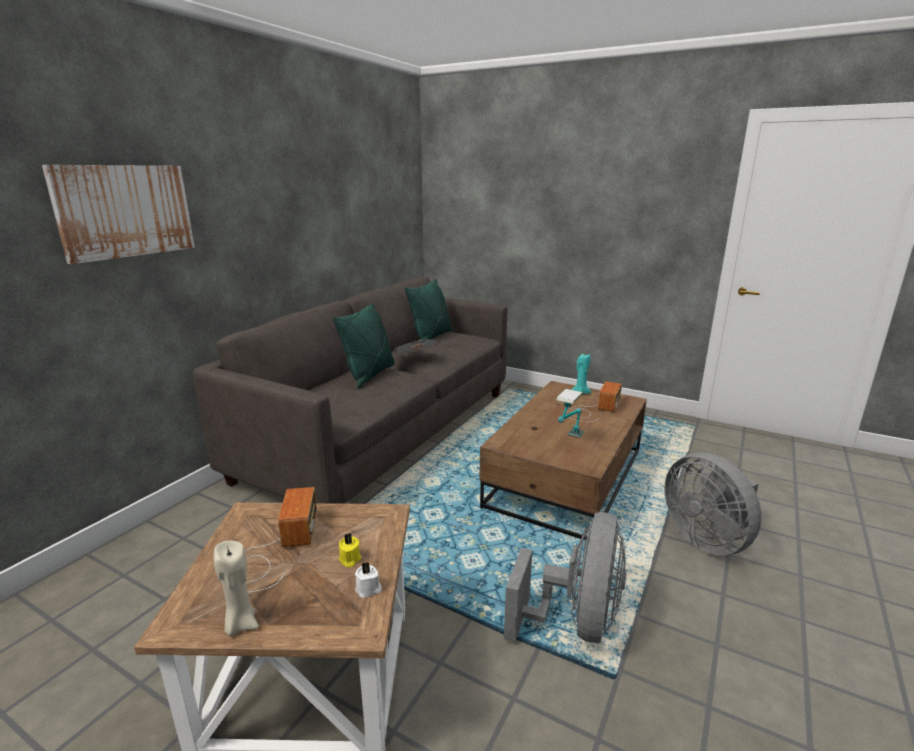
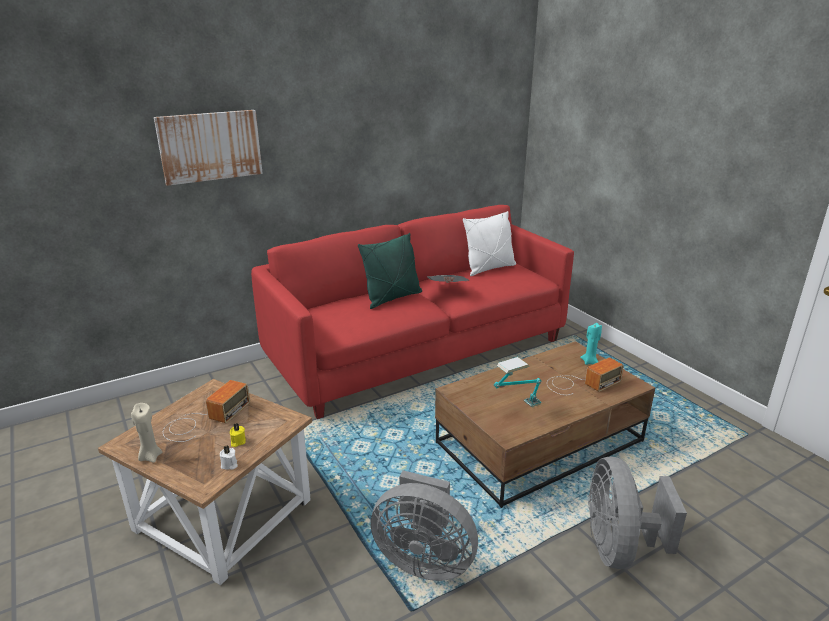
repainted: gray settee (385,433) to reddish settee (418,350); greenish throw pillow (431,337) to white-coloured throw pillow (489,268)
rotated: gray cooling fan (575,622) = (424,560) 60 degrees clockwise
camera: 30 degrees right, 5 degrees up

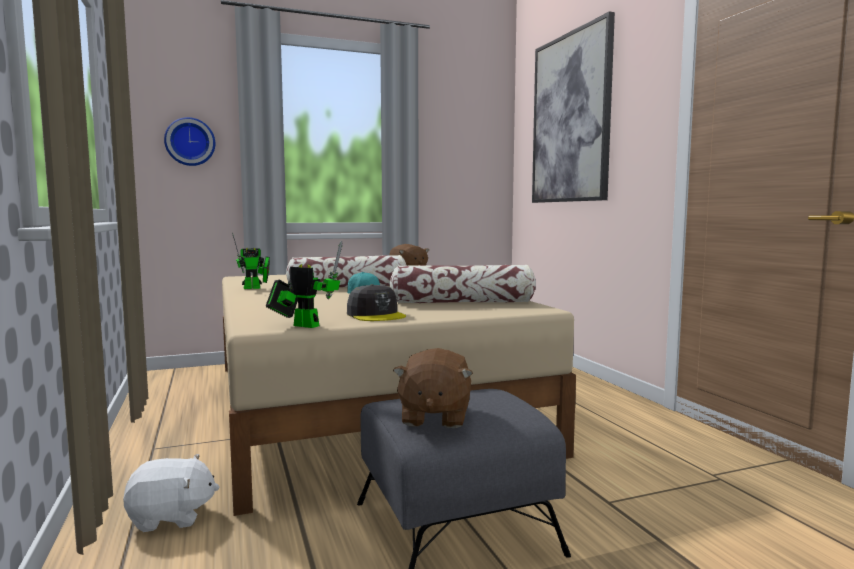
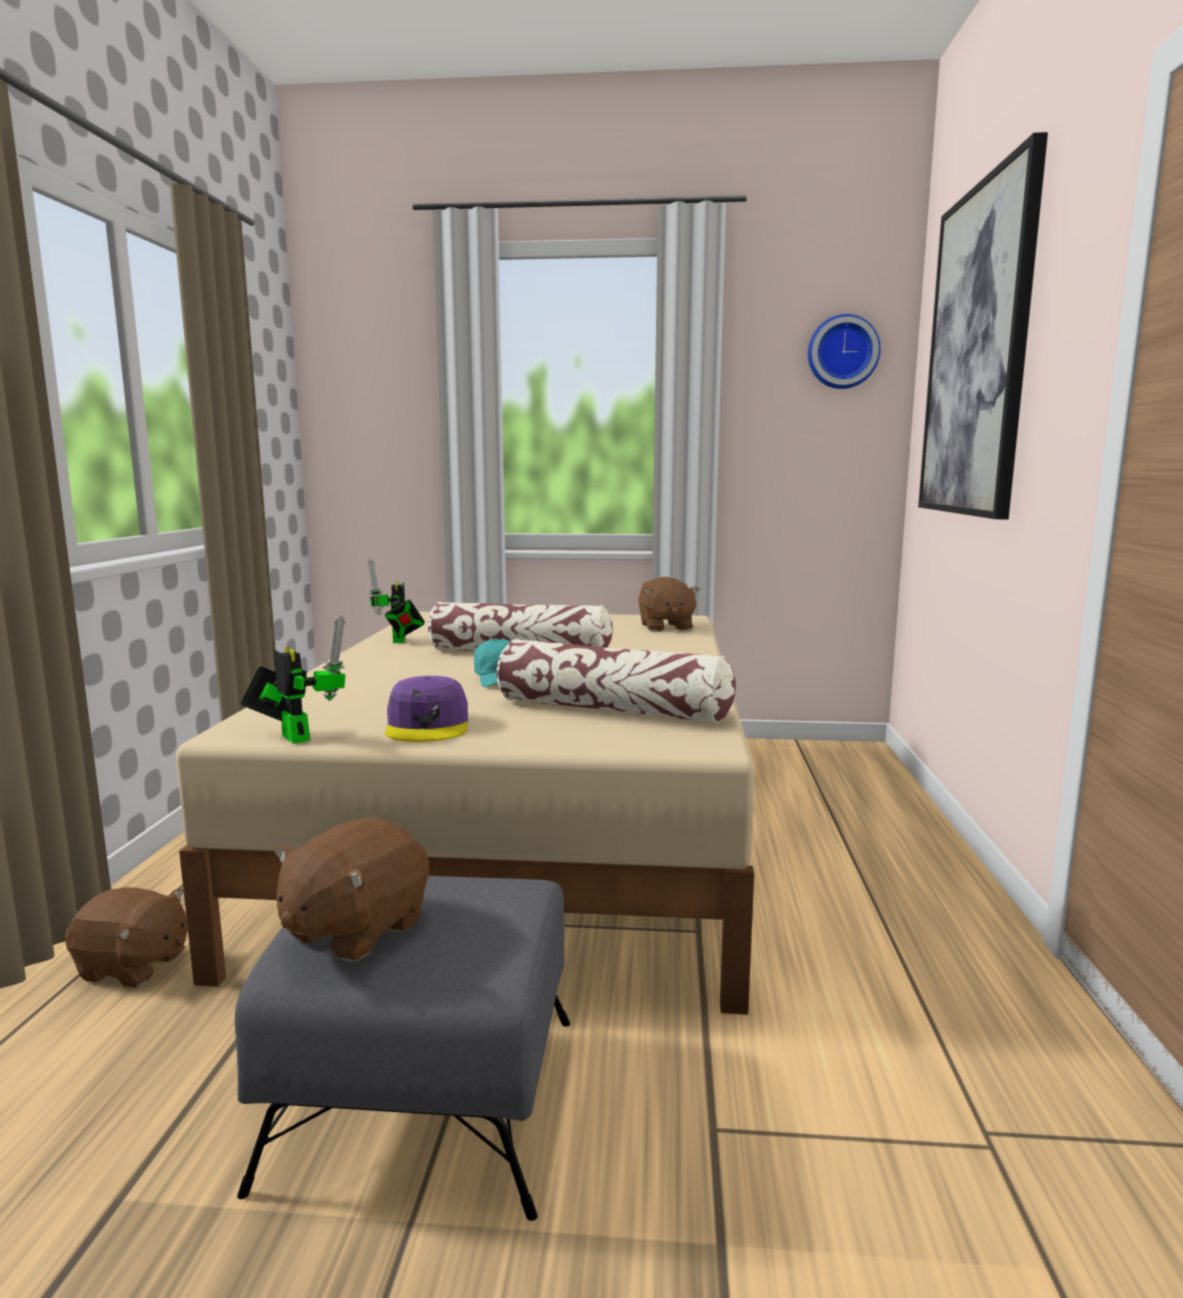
shifted: hanging clock (190,142) to (842,352)
repainted: white-coloured plush toy (171,517) to brownish plush toy (133,967); gray peaked cap (376,315) to purplish peaked cap (428,725)
rotated: toy robot (255,288) = (399,641) 75 degrees clockwise
camera: 25 degrees right, 5 degrees up

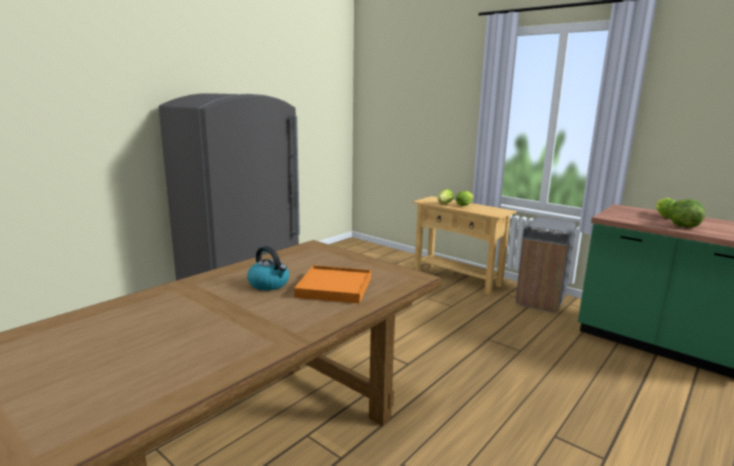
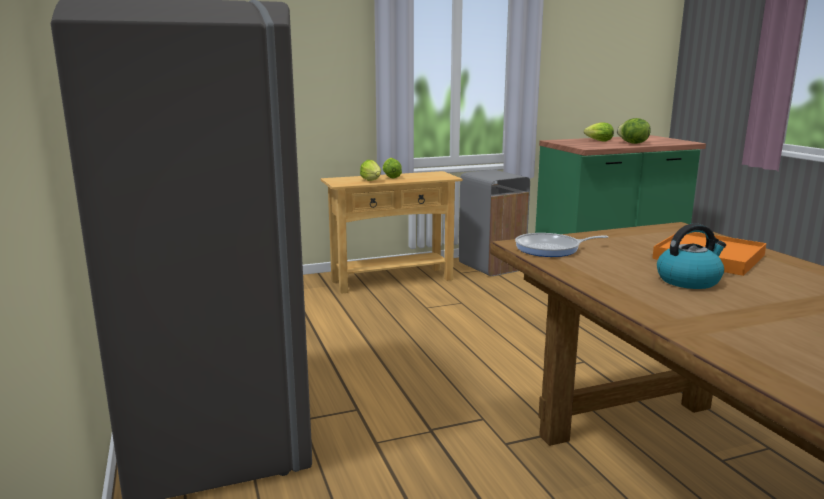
new: skillet (551,249)
camera: 60 degrees left, 0 degrees up

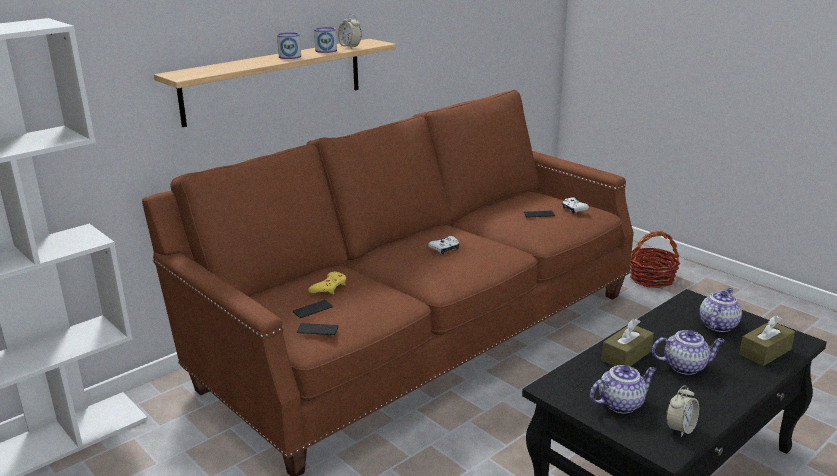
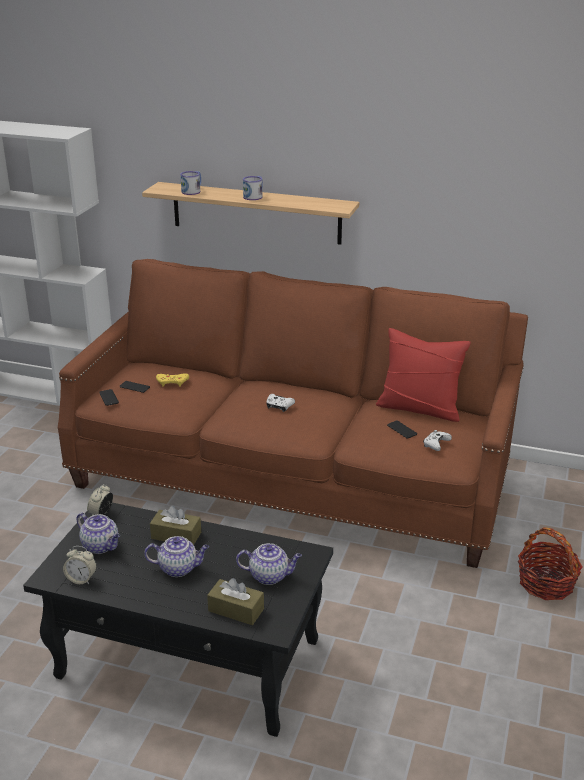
new: reddish throw pillow (419,408)
shifted: coffee mug (324,50) to (193,191); alarm clock (350,47) to (101,514)
rotated: tea pot (685,366) = (179,568) 60 degrees counterclockwise
camera: 60 degrees right, 5 degrees up

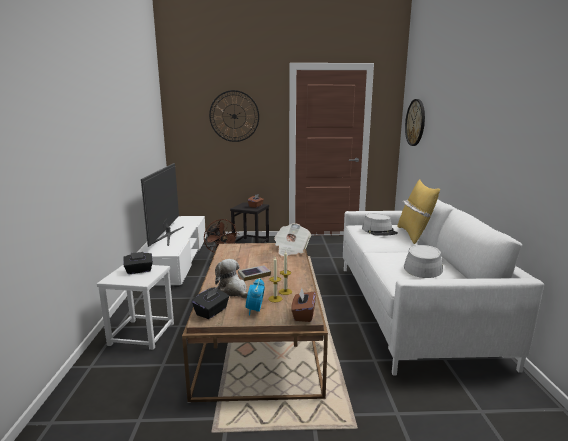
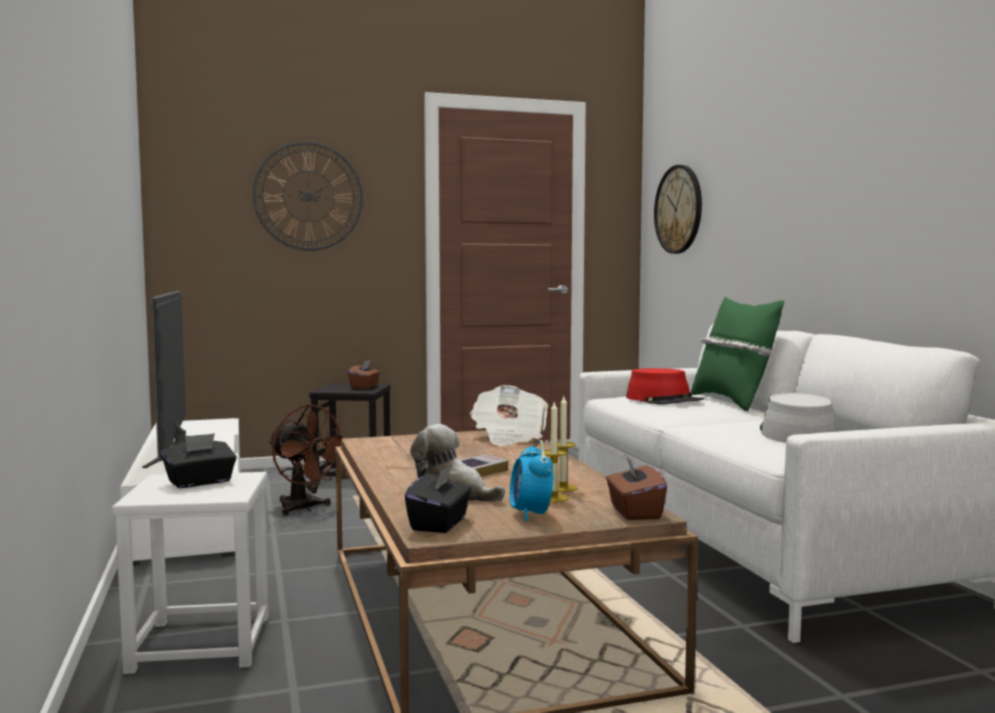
repainted: gray hat (379,231) to reddish hat (664,400); yellow throw pillow (414,235) to greenish throw pillow (733,401)
camera: 15 degrees left, 10 degrees down

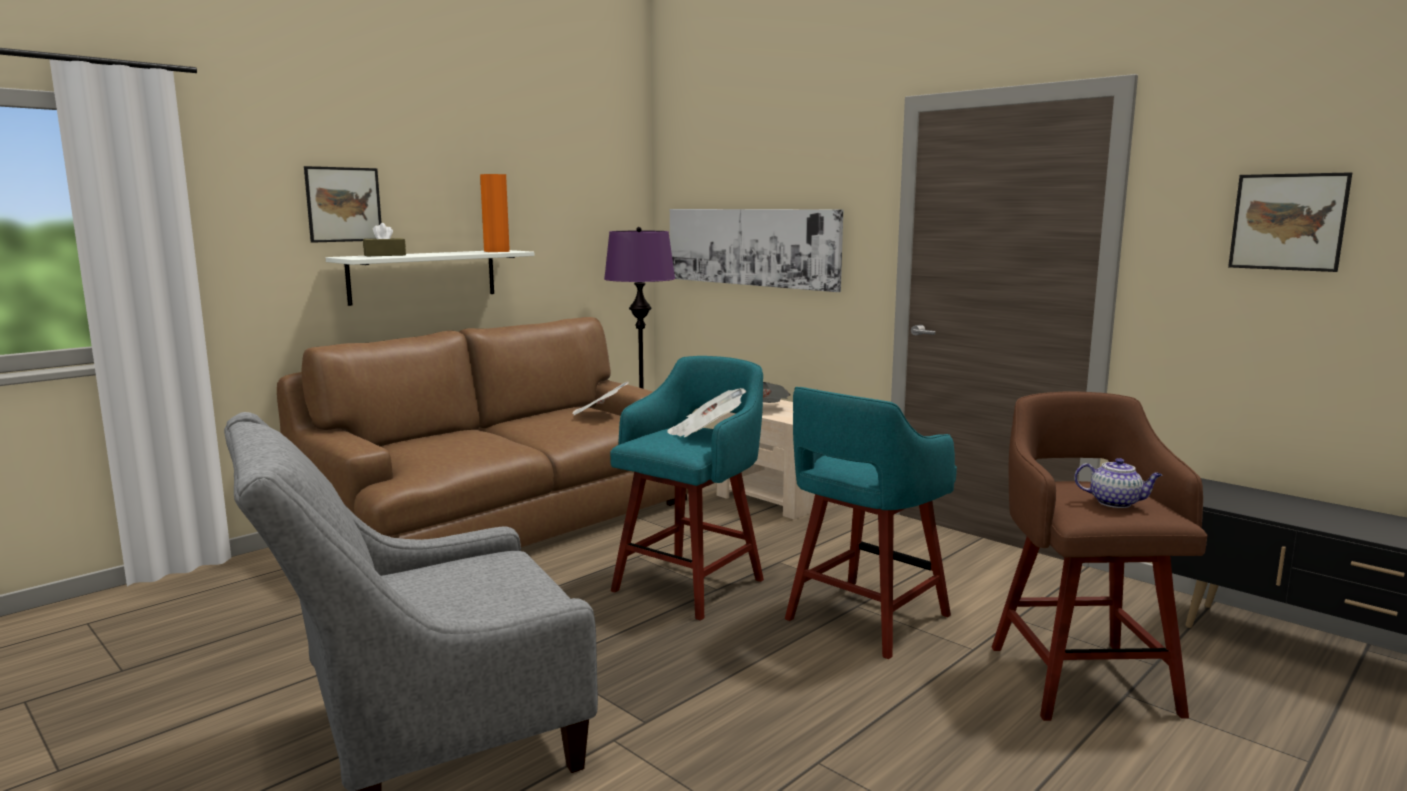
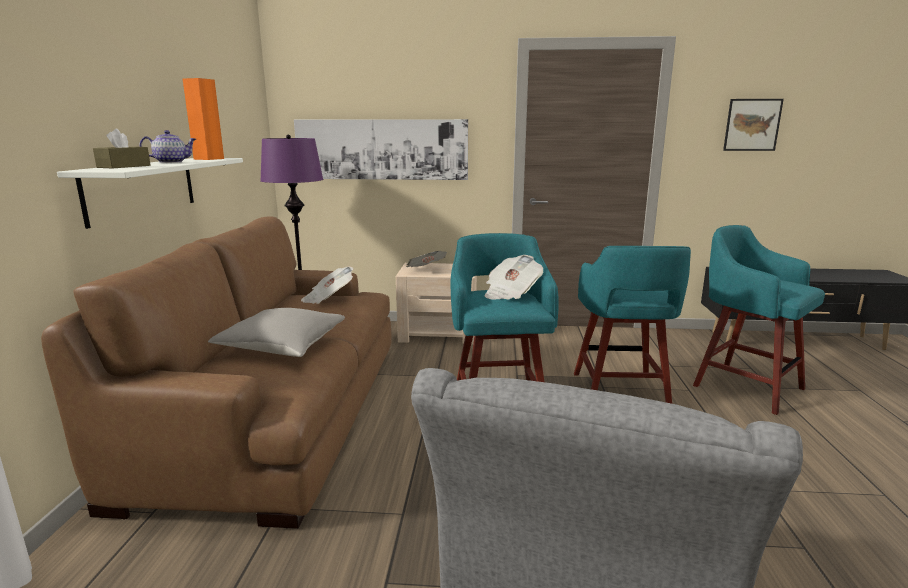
gone: wall art (343,204)
new: gray throw pillow (282,346)
shifted: tea pot (1116,503) to (172,162)
repainted: brownish stool seat (1080,677) to turquoise-coloured stool seat (744,386)
camera: 40 degrees left, 5 degrees up

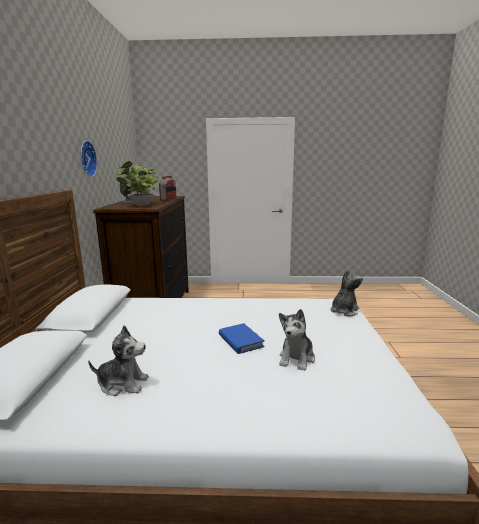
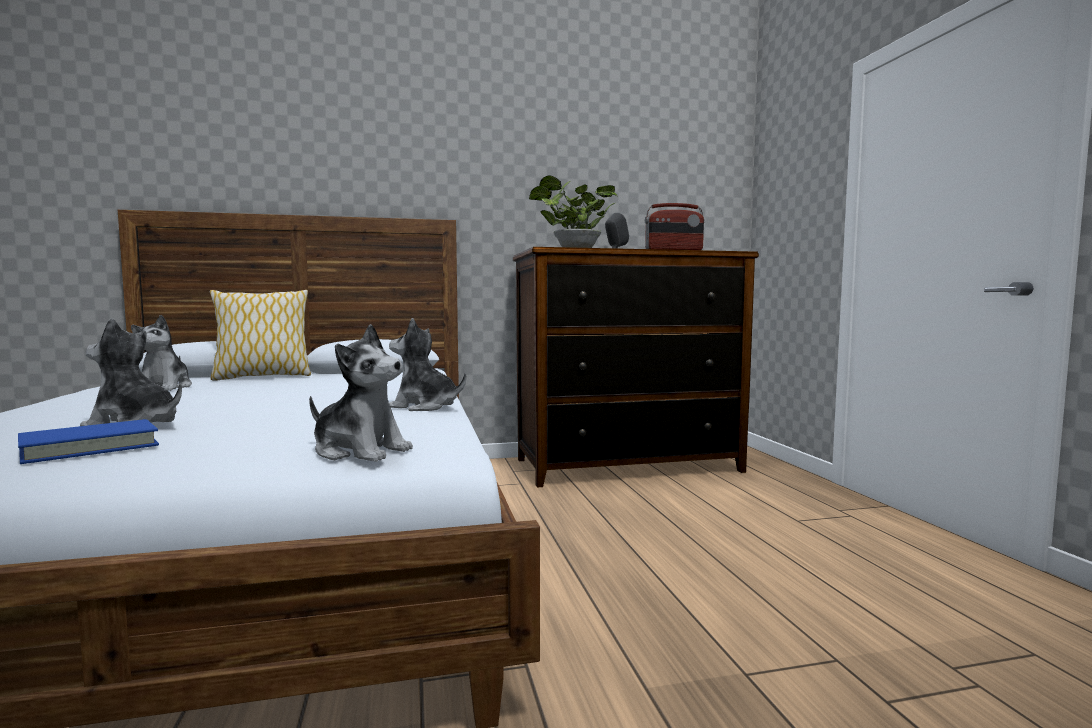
gone: hanging clock (86,159)
new: throw pillow (262,377); plush toy (424,407)
shifted: blue-coloured volume (240,341) to (90,447)
camera: 75 degrees right, 10 degrees down

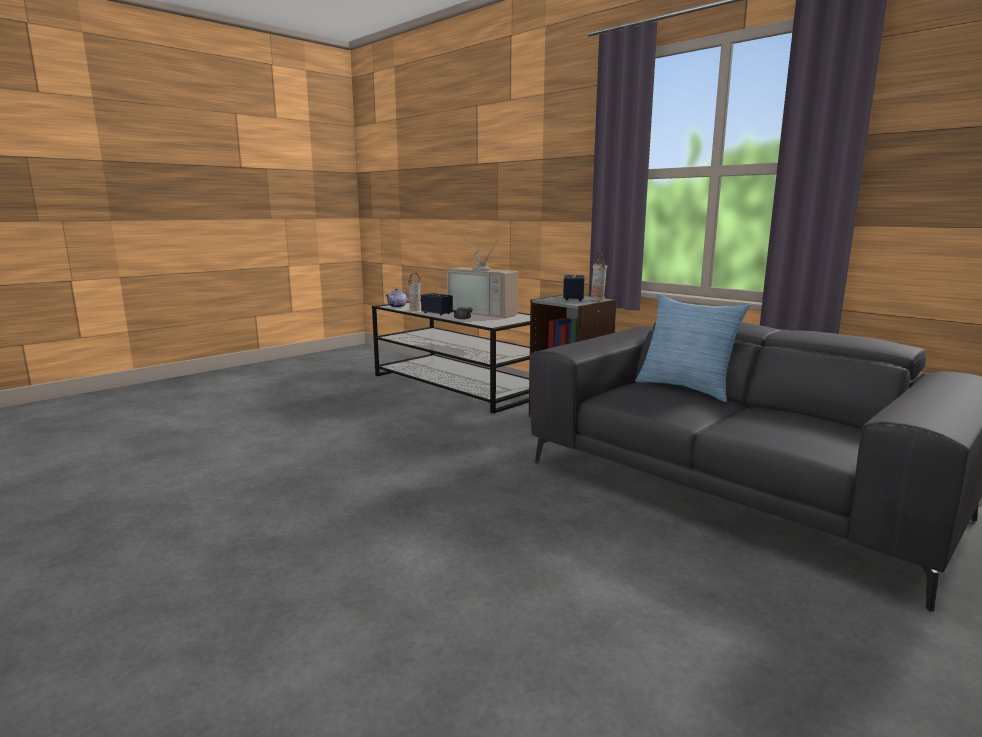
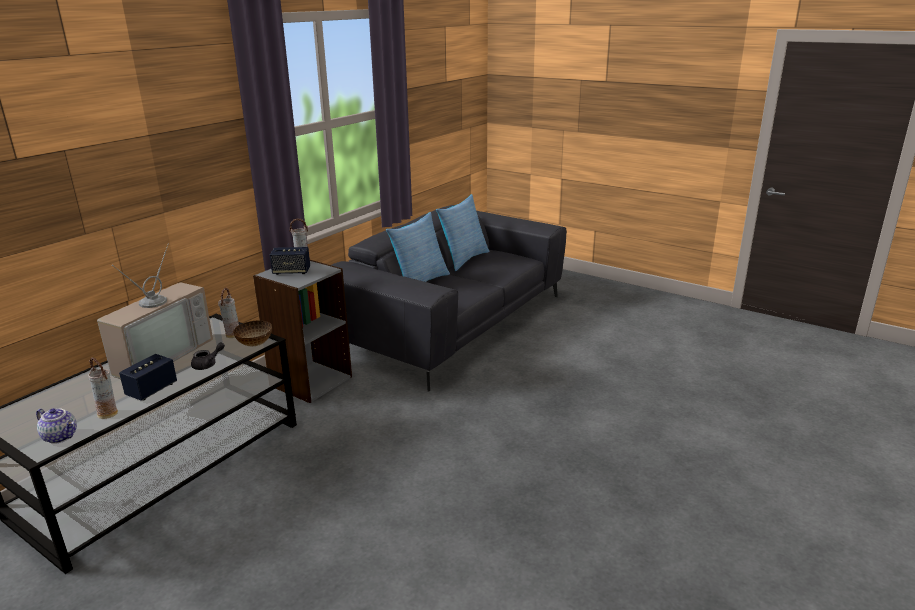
new: decorative vase (232,335); serving bowl (254,344); throw pillow (463,259)
camera: 100 degrees left, 10 degrees up

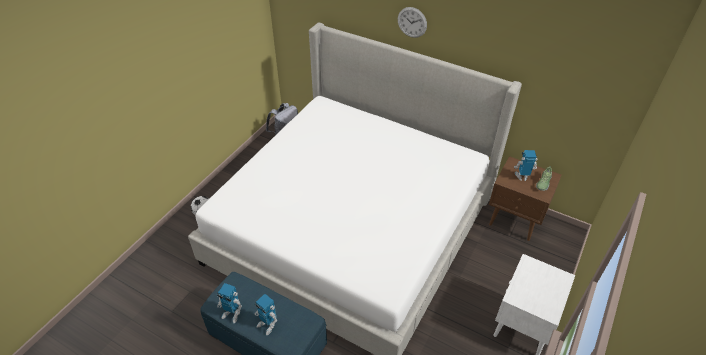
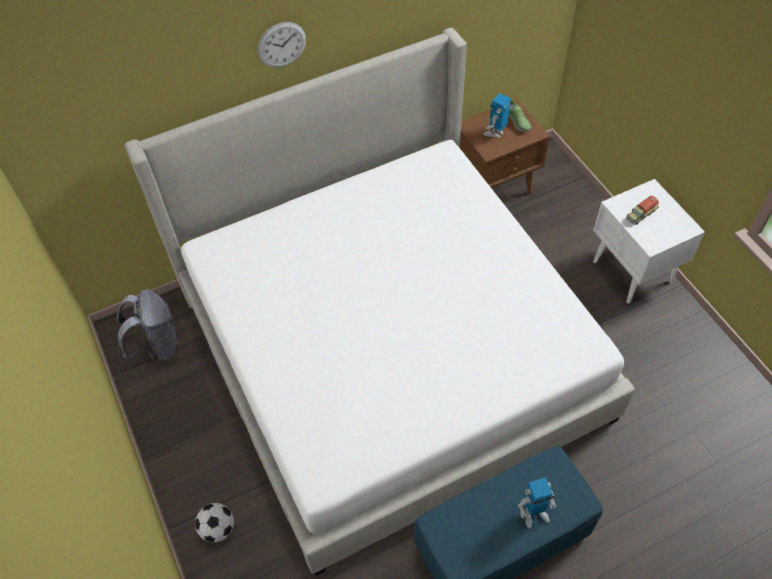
gone: toy robot (232,314)
new: toy lorry (640,214)
camera: 55 degrees left, 10 degrees up

